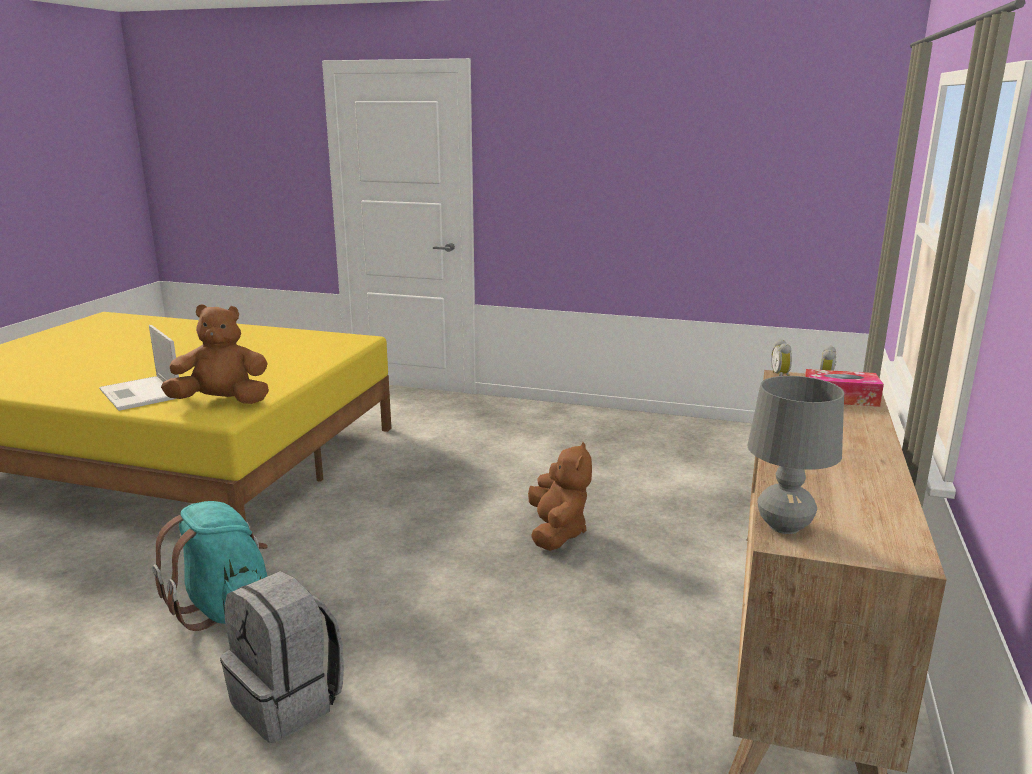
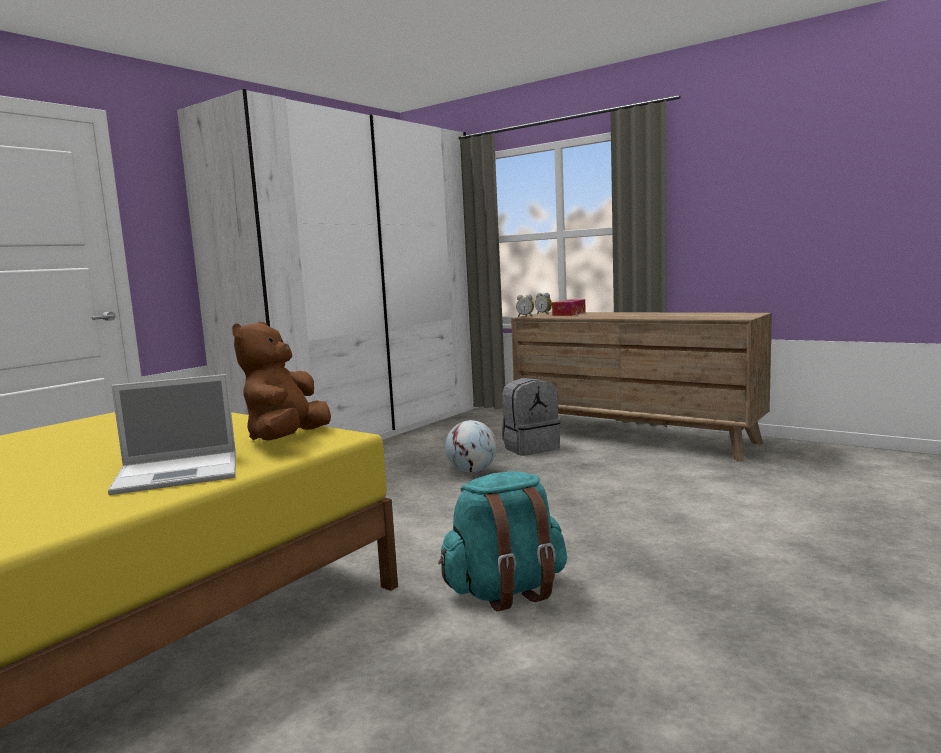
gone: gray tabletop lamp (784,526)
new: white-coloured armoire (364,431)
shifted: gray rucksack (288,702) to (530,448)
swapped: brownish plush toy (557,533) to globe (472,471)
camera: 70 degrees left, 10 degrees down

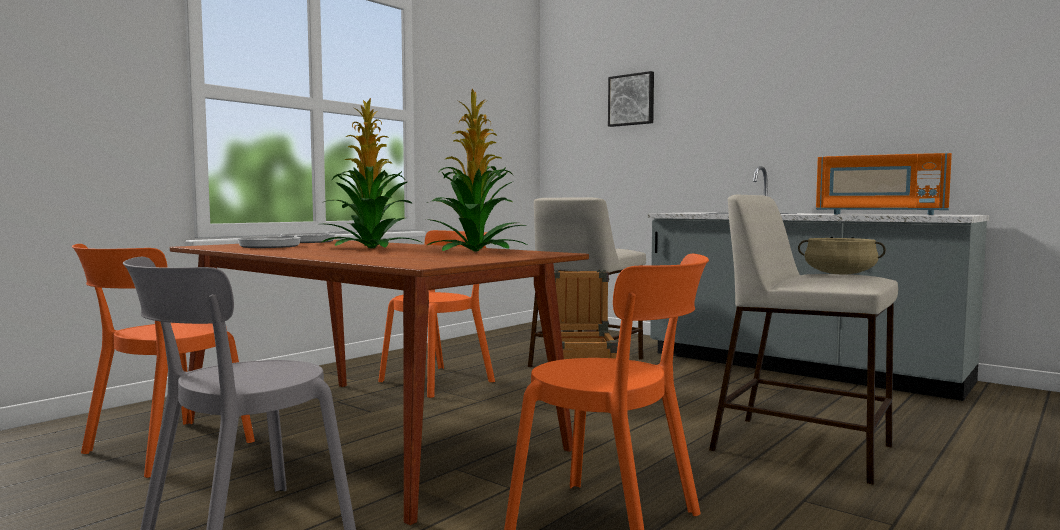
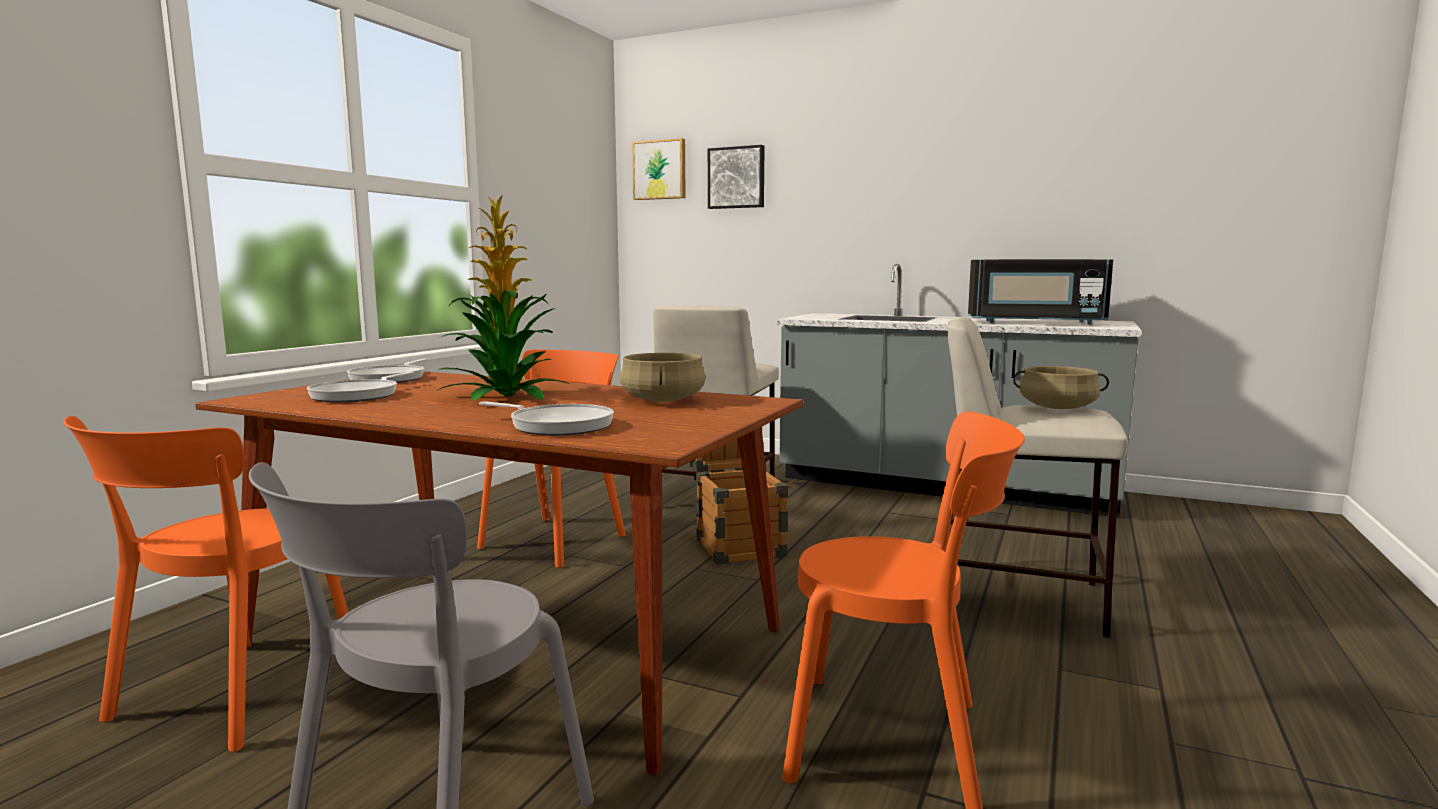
new: skillet (557,425); wall art (660,170)
swapped: plant in a pot (476,251) to beige-coloured saucepot (662,400)
repainted: orange microwave oven (879,214) to black-coloured microwave oven (1034,322)
camera: 15 degrees left, 5 degrees up

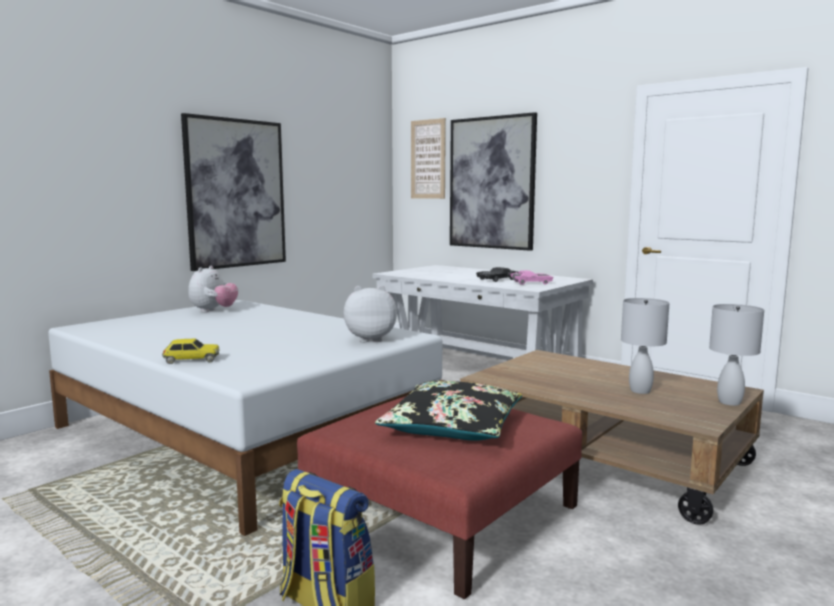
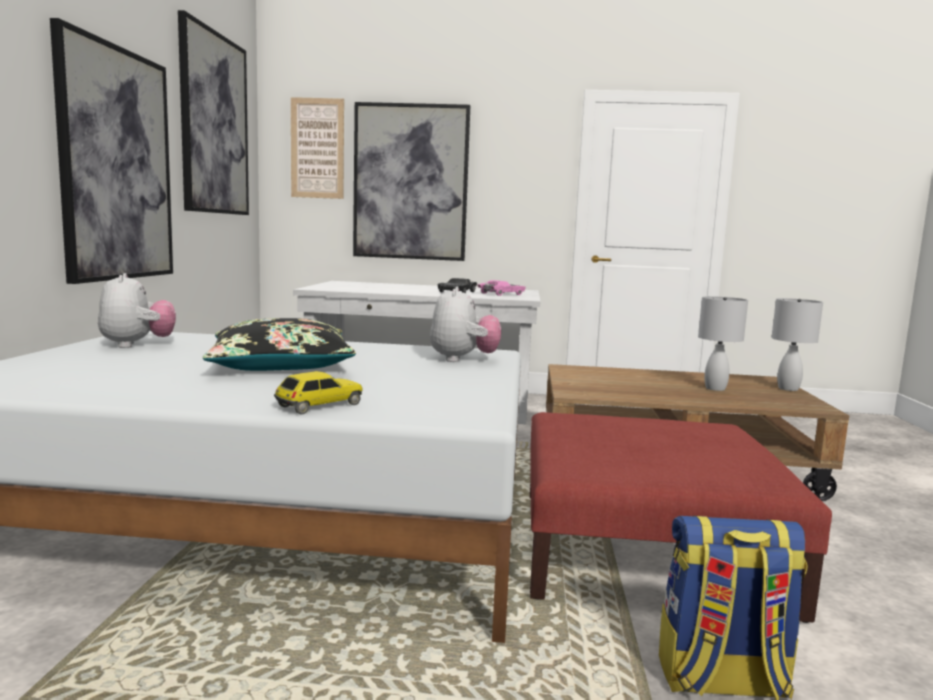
new: wall art (214,124)
shifted: black-coloured throw pillow (452,426) to (280,364)
rotated: plush toy (370,339) = (463,360) 135 degrees clockwise
camera: 35 degrees left, 0 degrees up

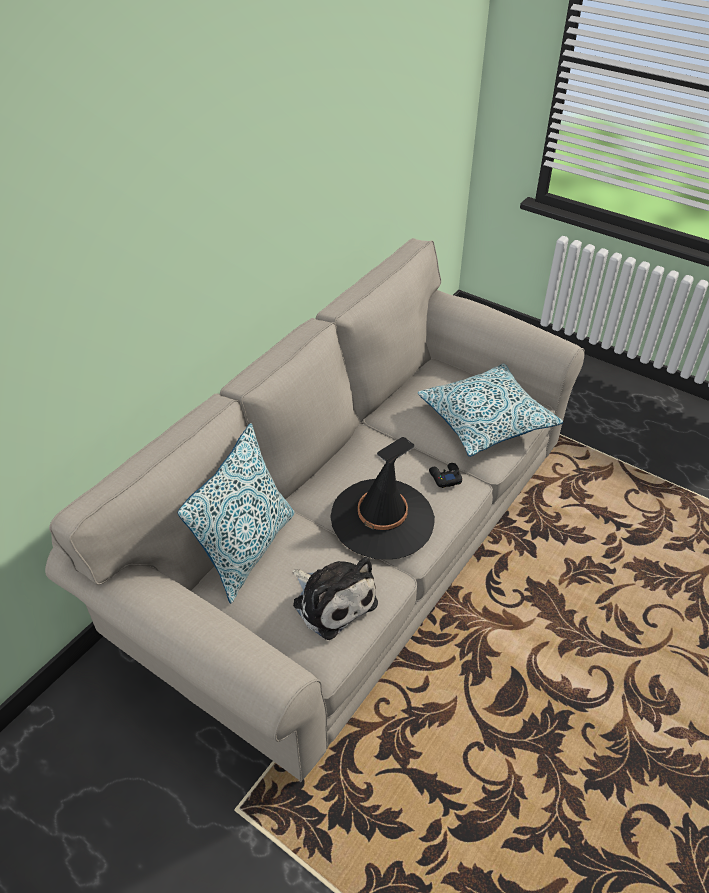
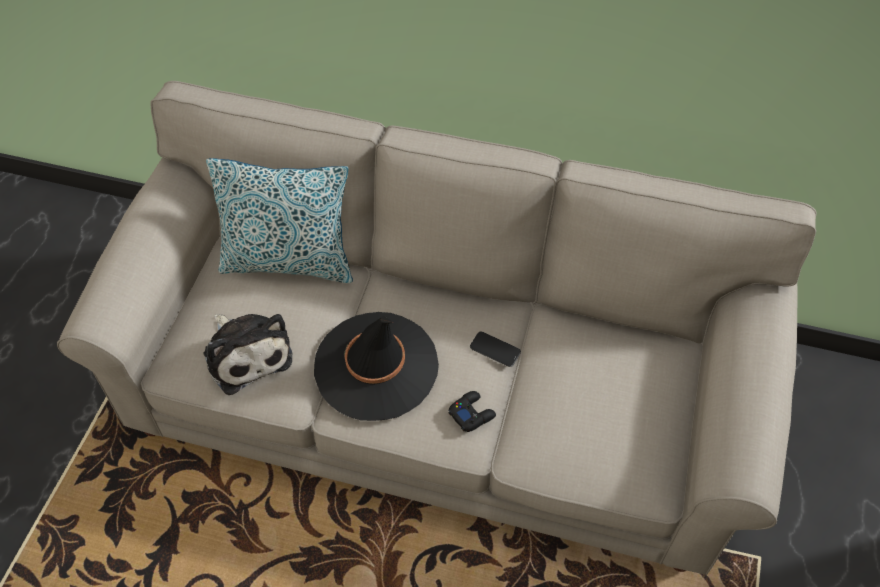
gone: throw pillow (486,420)
rotated: plush toy (332,600) = (246,353) 60 degrees counterclockwise
camera: 70 degrees right, 10 degrees up

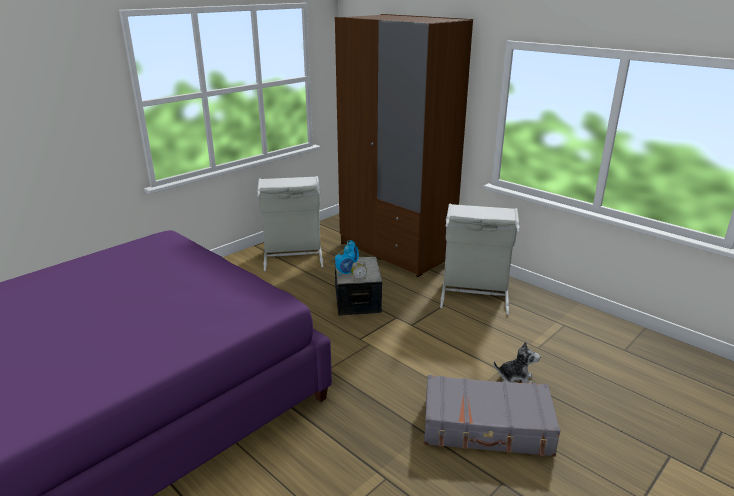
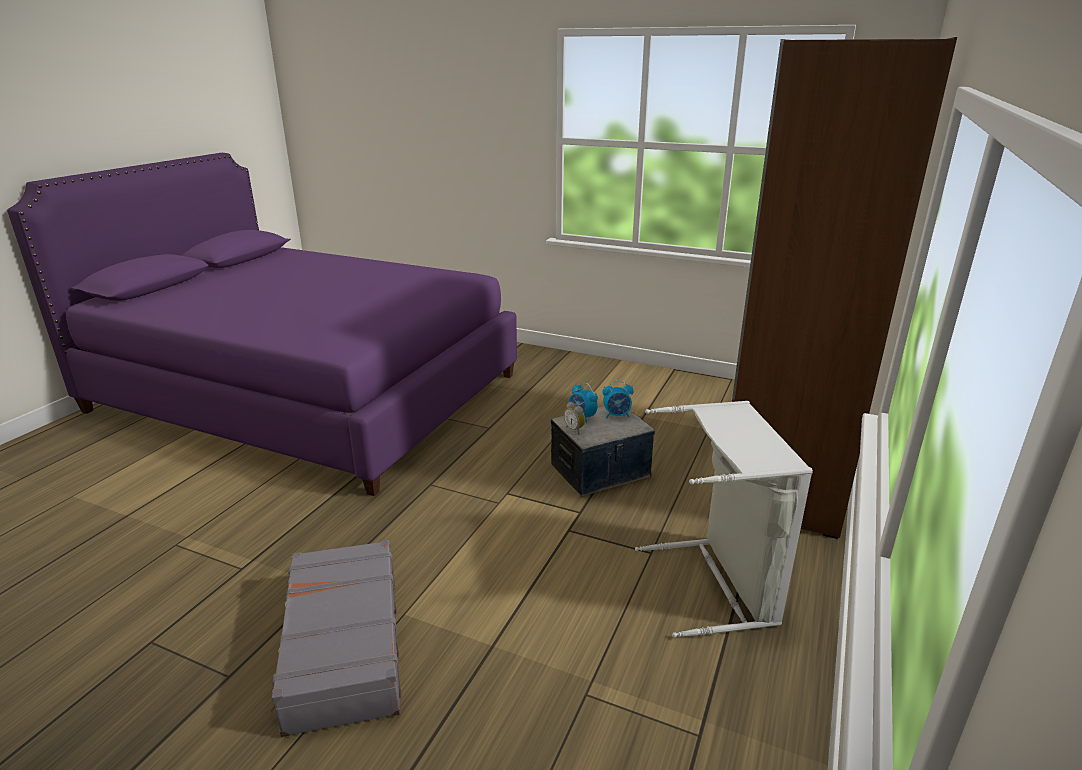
gone: gray washing basket (293,255); plush toy (515,378)
camera: 70 degrees right, 0 degrees up

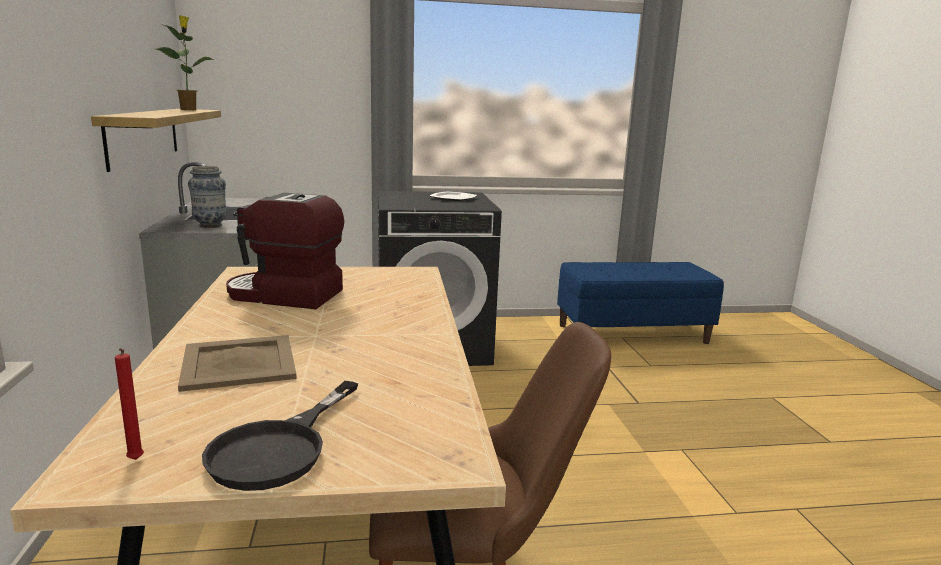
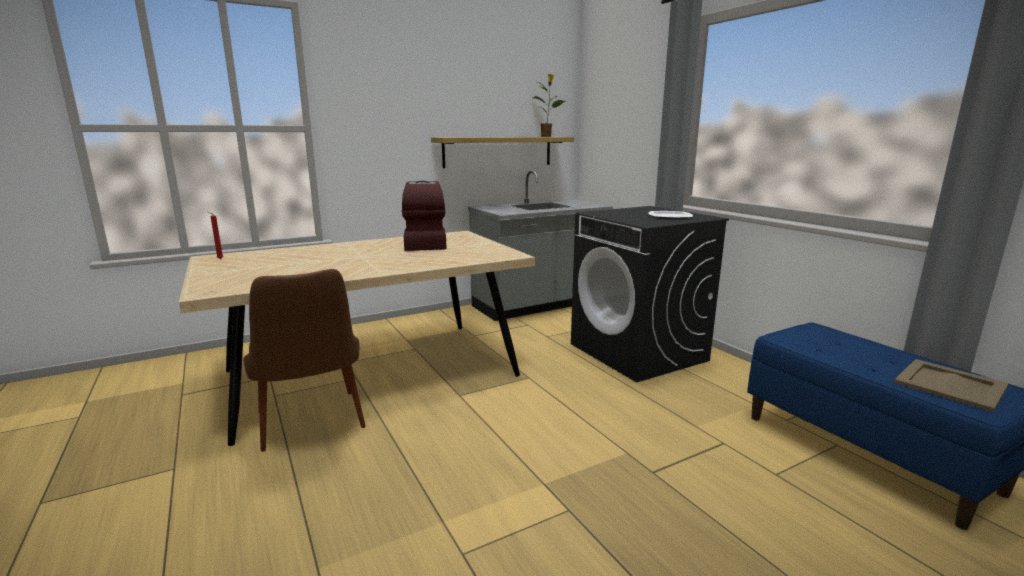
gone: decorative vase (210,225); black-coloured skillet (279,448)
shifted: beige-coloured tray (240,363) to (951,385)
camera: 70 degrees right, 0 degrees up

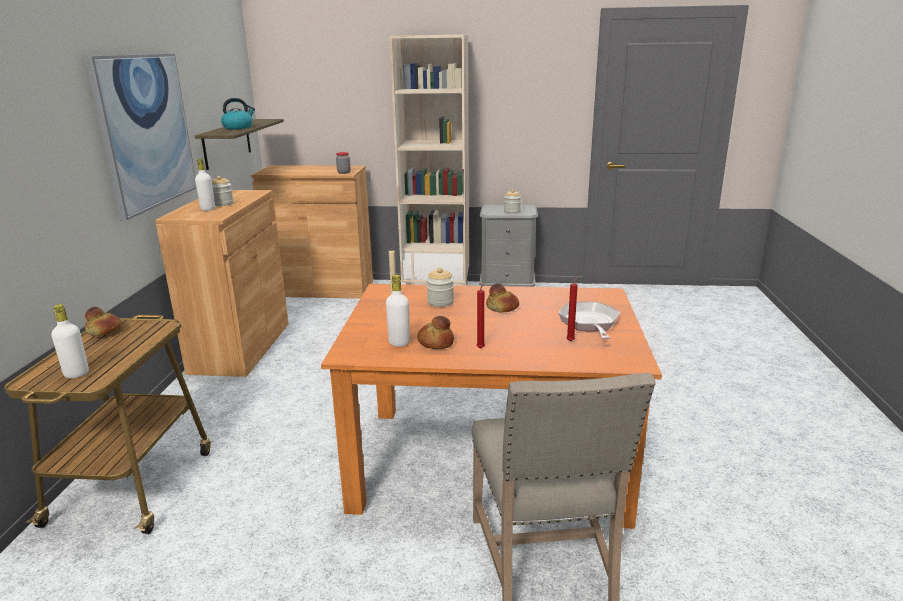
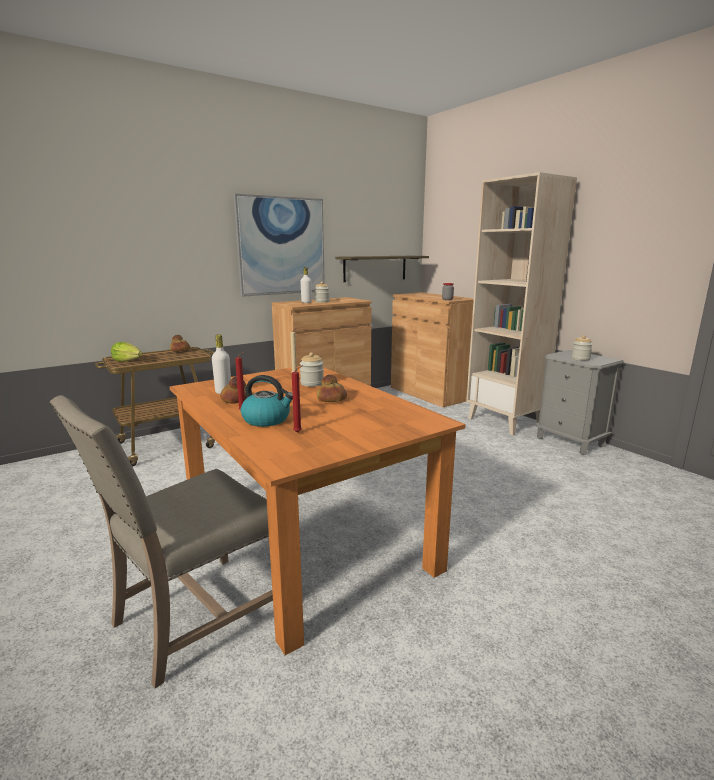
gone: skillet (589,323)
shifted: water kettle (238,127) to (267,419)
swapped: white-coloured bottle (76,374) to lettuce head (128,361)
camera: 50 degrees right, 5 degrees down

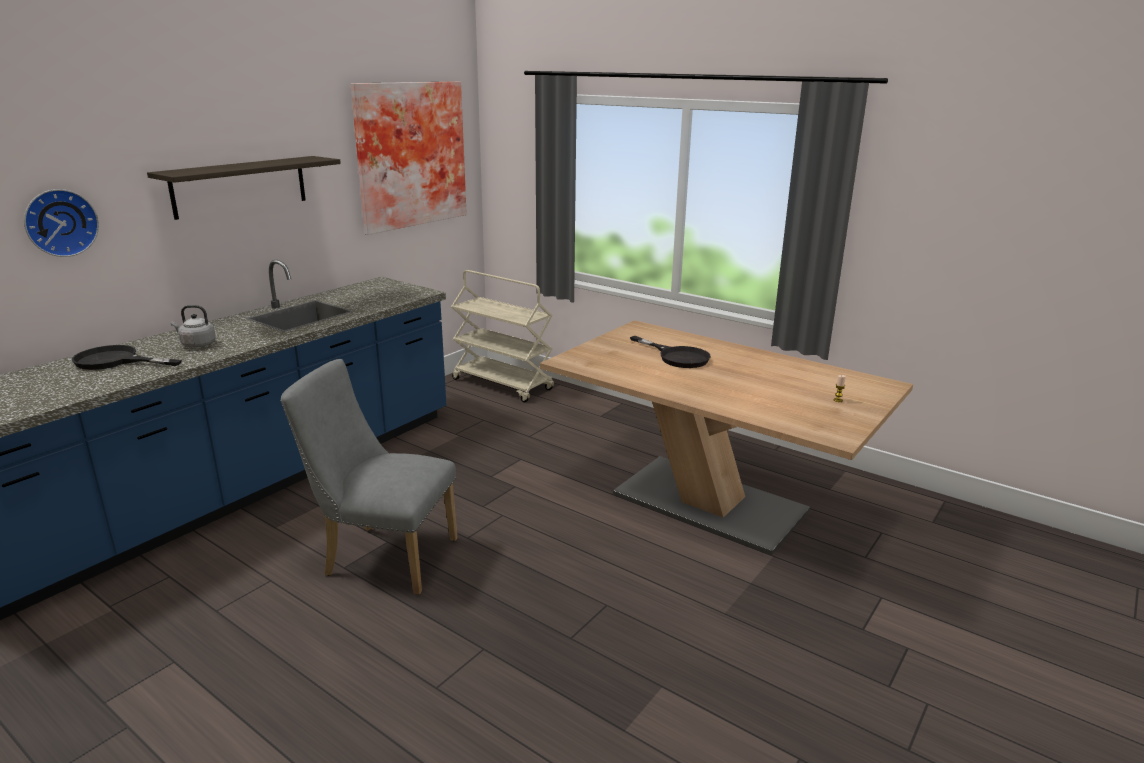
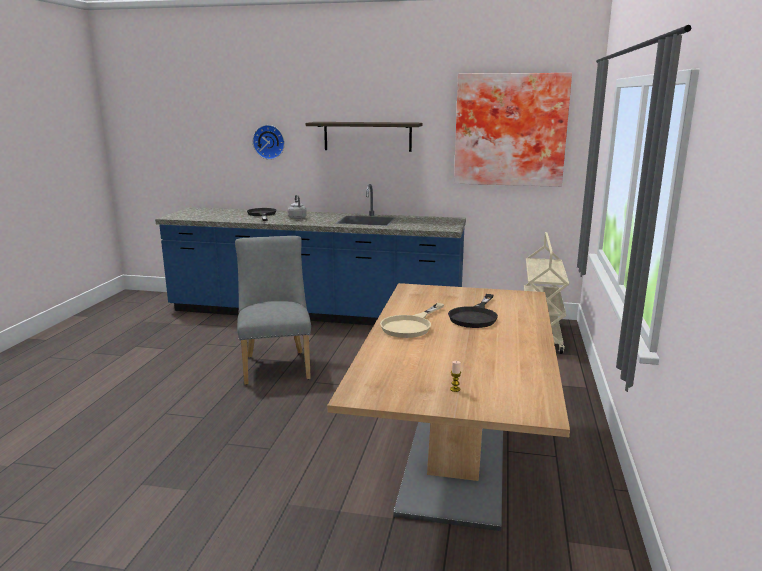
new: beige-coloured skillet (411,325)
camera: 65 degrees right, 5 degrees down

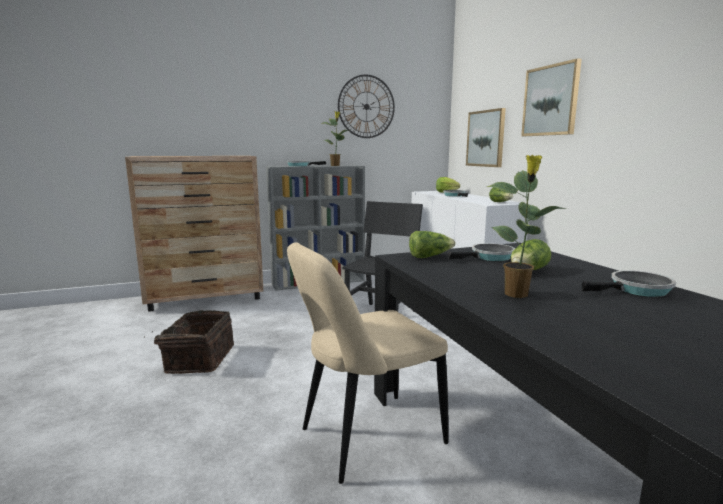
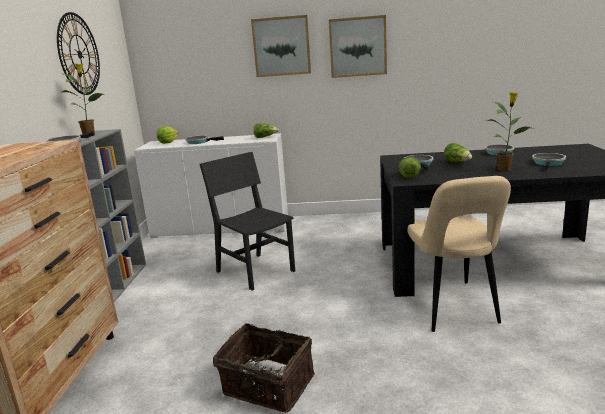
new: skillet (548,163)
shifted: wall art (486,138) to (357,47)
camera: 65 degrees left, 5 degrees up

